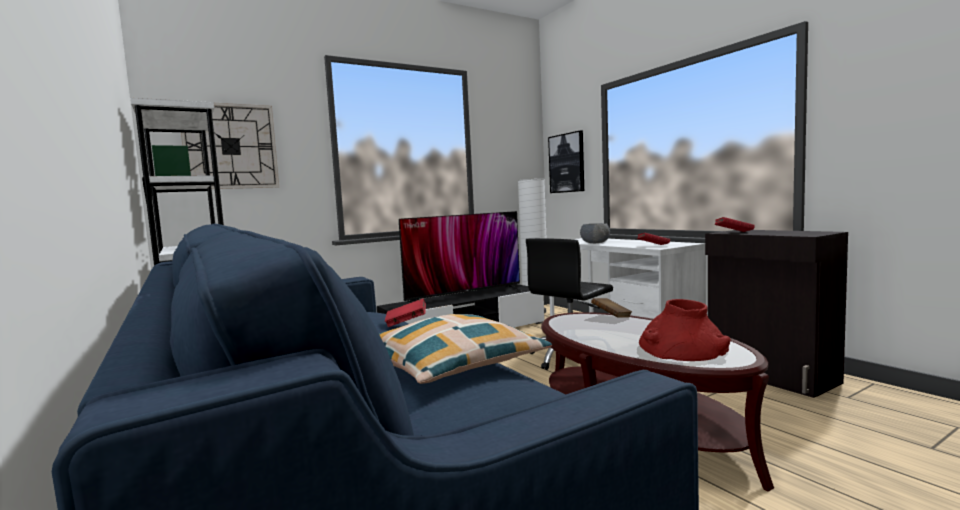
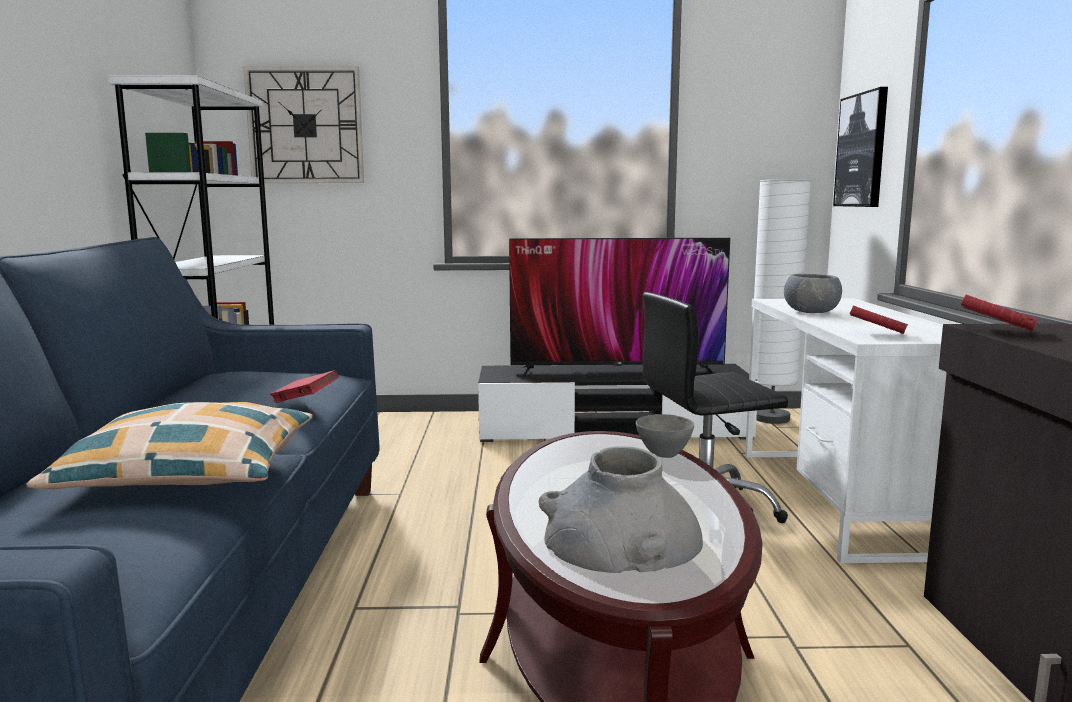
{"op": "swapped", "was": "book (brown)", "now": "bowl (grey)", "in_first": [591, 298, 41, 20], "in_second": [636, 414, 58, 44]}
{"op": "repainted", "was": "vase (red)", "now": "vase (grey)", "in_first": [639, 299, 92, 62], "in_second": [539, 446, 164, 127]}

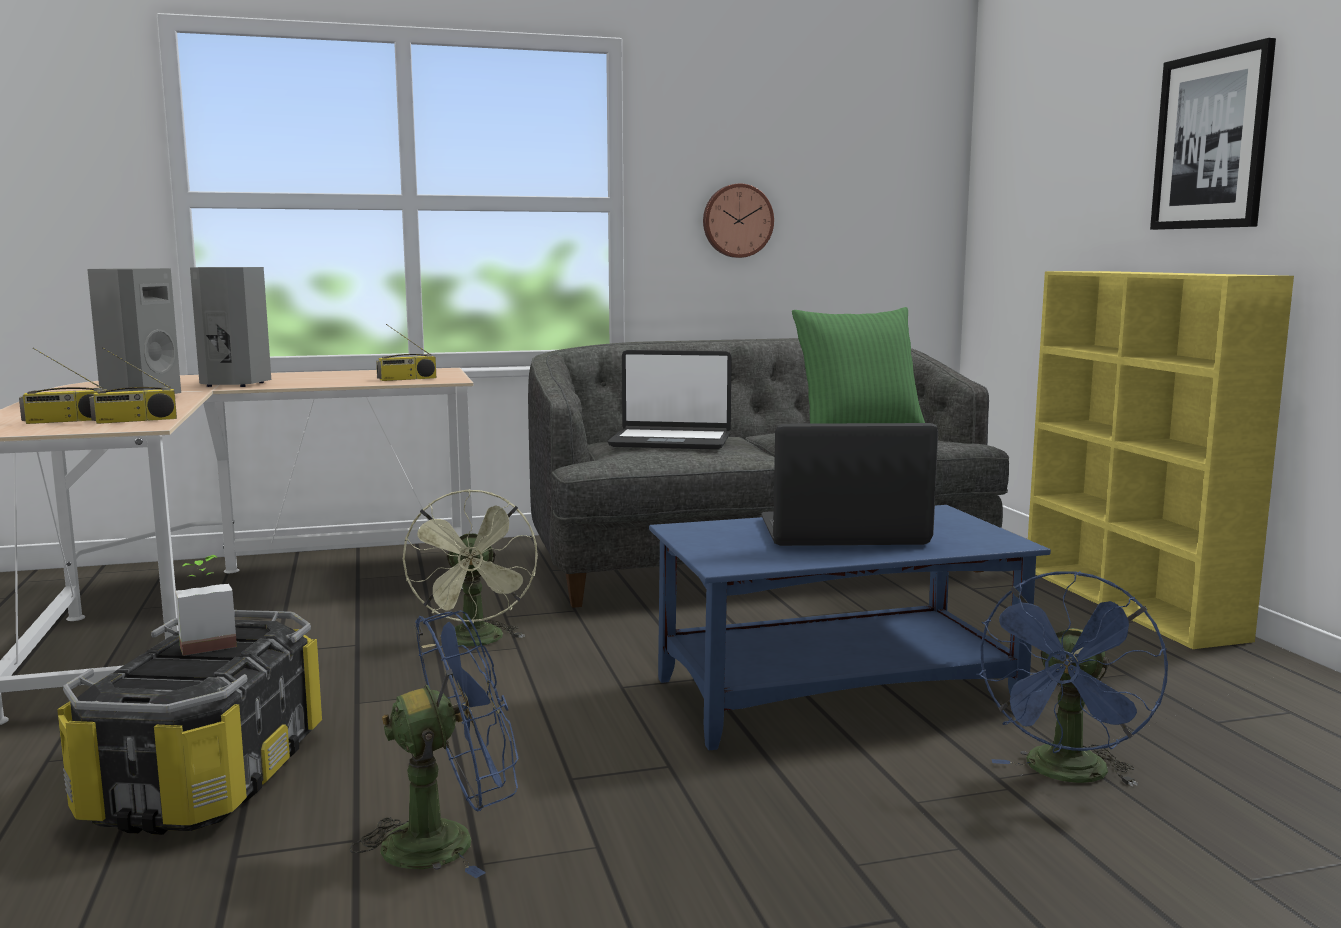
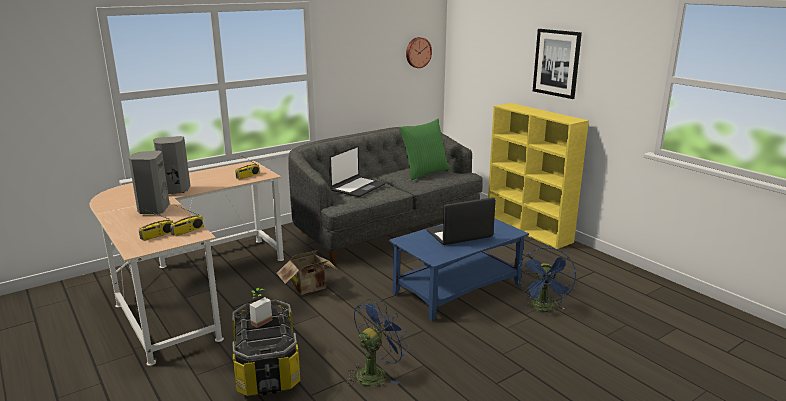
{"op": "shifted", "was": "wall clock", "in_first": [703, 184, 71, 74], "in_second": [406, 37, 26, 31]}
{"op": "rotated", "was": "laptop", "in_first": [607, 350, 125, 100], "in_second": [329, 146, 57, 51], "clockwise": -45}
{"op": "swapped", "was": "fan (green)", "now": "cardboard box", "in_first": [403, 490, 135, 158], "in_second": [277, 250, 61, 45]}

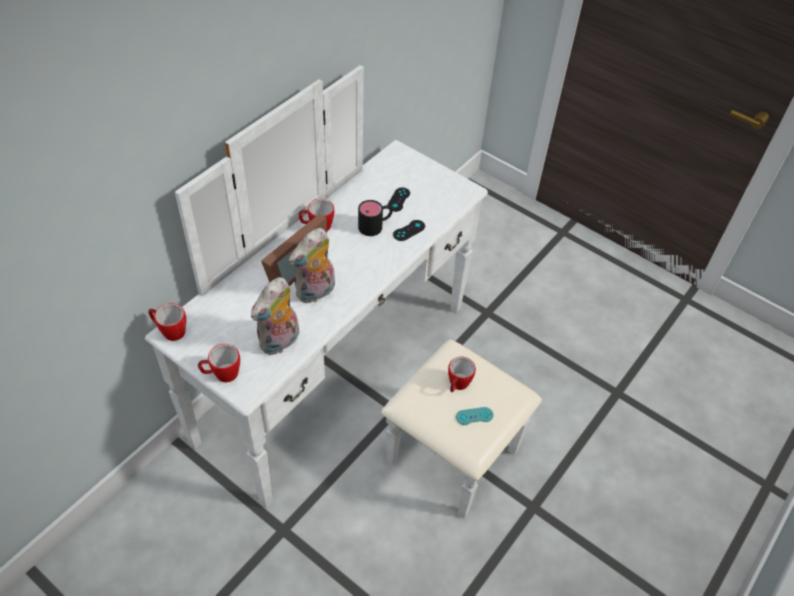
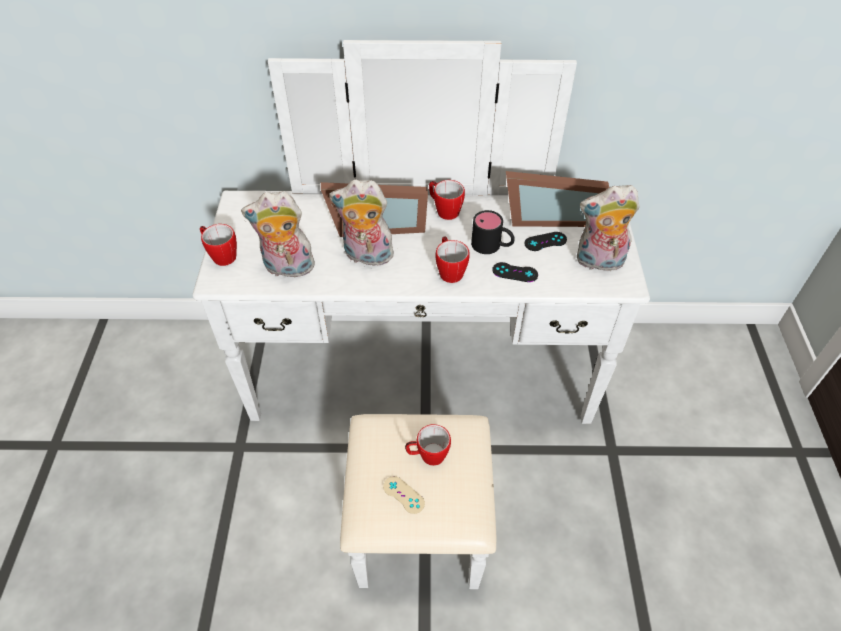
{"op": "shifted", "was": "mug", "in_first": [148, 303, 38, 38], "in_second": [436, 236, 34, 47]}
{"op": "repainted", "was": "game controller (turquoise)", "now": "game controller (beige)", "in_first": [456, 407, 38, 18], "in_second": [383, 476, 42, 38]}
{"op": "new", "now": "picture frame", "in_second": [506, 171, 103, 56]}
{"op": "new", "now": "plush toy", "in_second": [577, 185, 63, 86]}

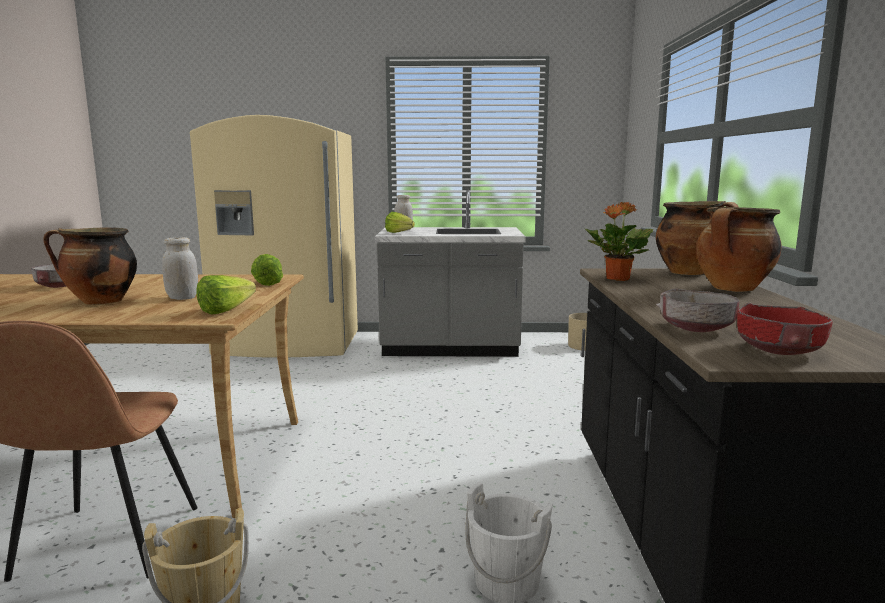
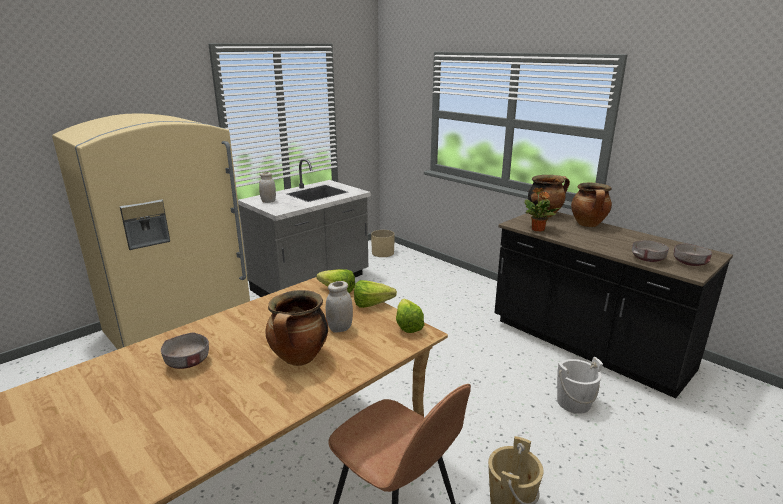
{"op": "shifted", "was": "lettuce", "in_first": [385, 212, 30, 21], "in_second": [354, 280, 43, 28]}
{"op": "repainted", "was": "bowl (red)", "now": "bowl (grey)", "in_first": [737, 302, 96, 53], "in_second": [674, 243, 38, 23]}

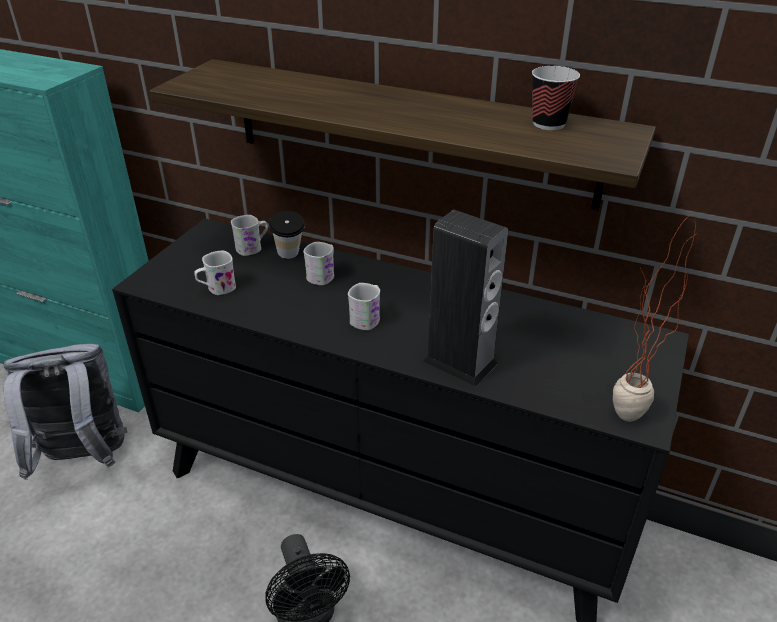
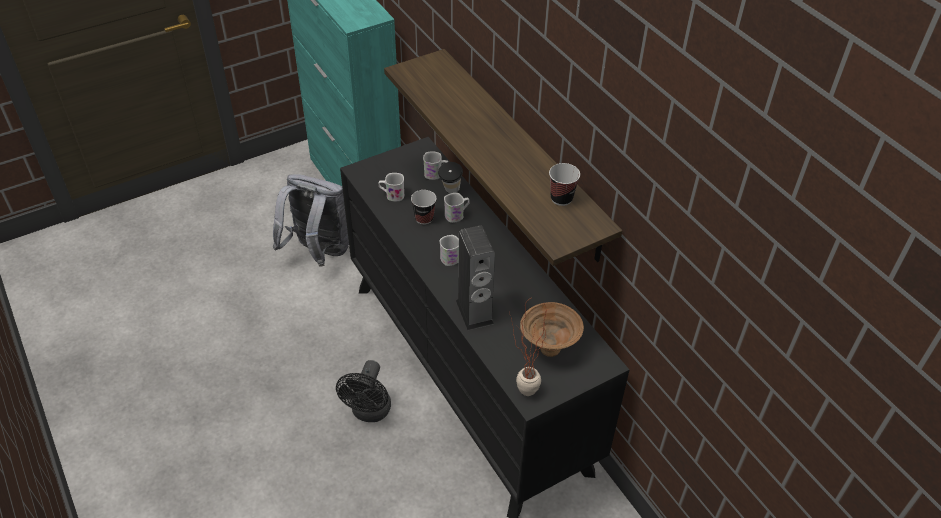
{"op": "new", "now": "cup", "in_second": [411, 190, 25, 35]}
{"op": "new", "now": "bowl (brown)", "in_second": [520, 302, 64, 55]}

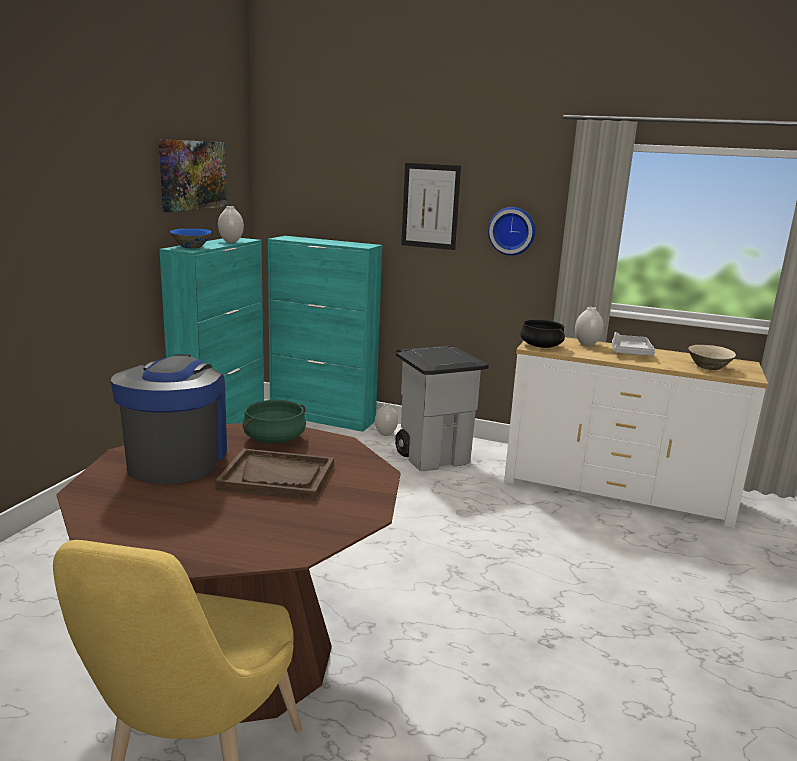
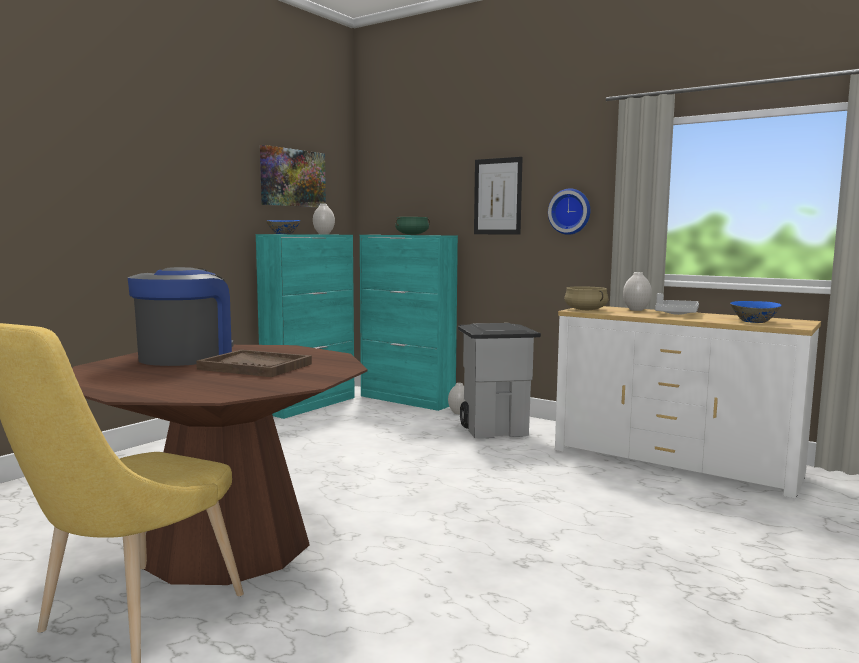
{"op": "repainted", "was": "cooking pot (black)", "now": "cooking pot (beige)", "in_first": [520, 320, 45, 28], "in_second": [564, 286, 45, 24]}
{"op": "repainted", "was": "bowl (beige)", "now": "bowl (blue)", "in_first": [688, 345, 48, 25], "in_second": [730, 301, 52, 22]}
{"op": "shifted", "was": "cooking pot (green)", "in_first": [242, 400, 64, 44], "in_second": [395, 217, 35, 18]}

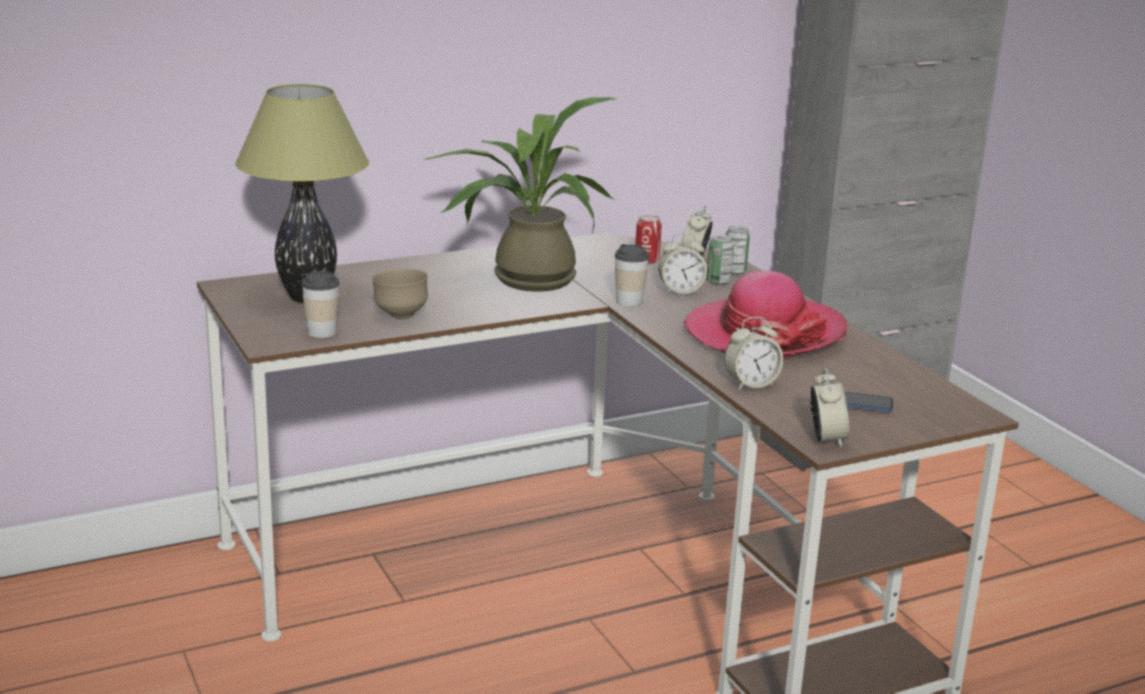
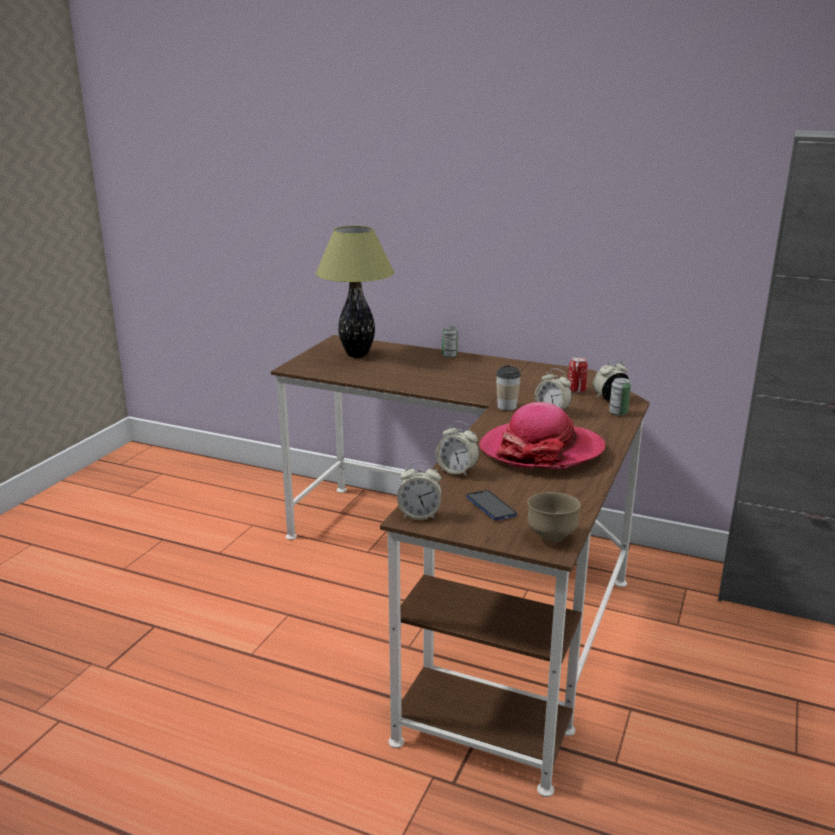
{"op": "gone", "was": "potted plant", "in_first": [423, 97, 193, 195]}
{"op": "shifted", "was": "can", "in_first": [706, 235, 28, 50], "in_second": [442, 326, 16, 32]}
{"op": "shifted", "was": "bowl (brown)", "in_first": [372, 269, 56, 50], "in_second": [527, 492, 54, 50]}
{"op": "gone", "was": "cup", "in_first": [301, 271, 39, 67]}
{"op": "rotated", "was": "alarm clock", "in_first": [810, 367, 39, 81], "in_second": [397, 461, 45, 59], "clockwise": 45}

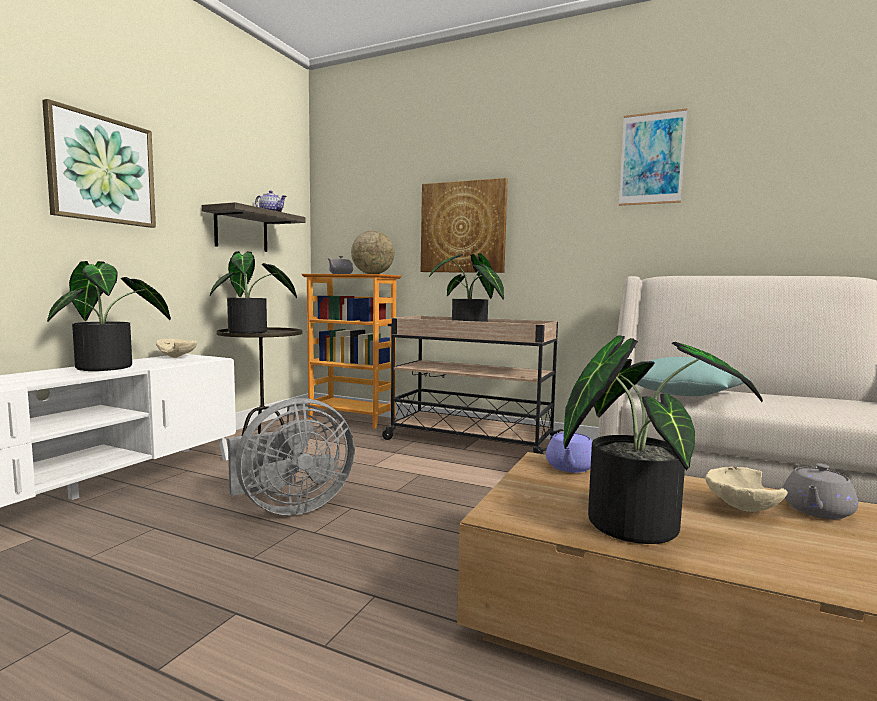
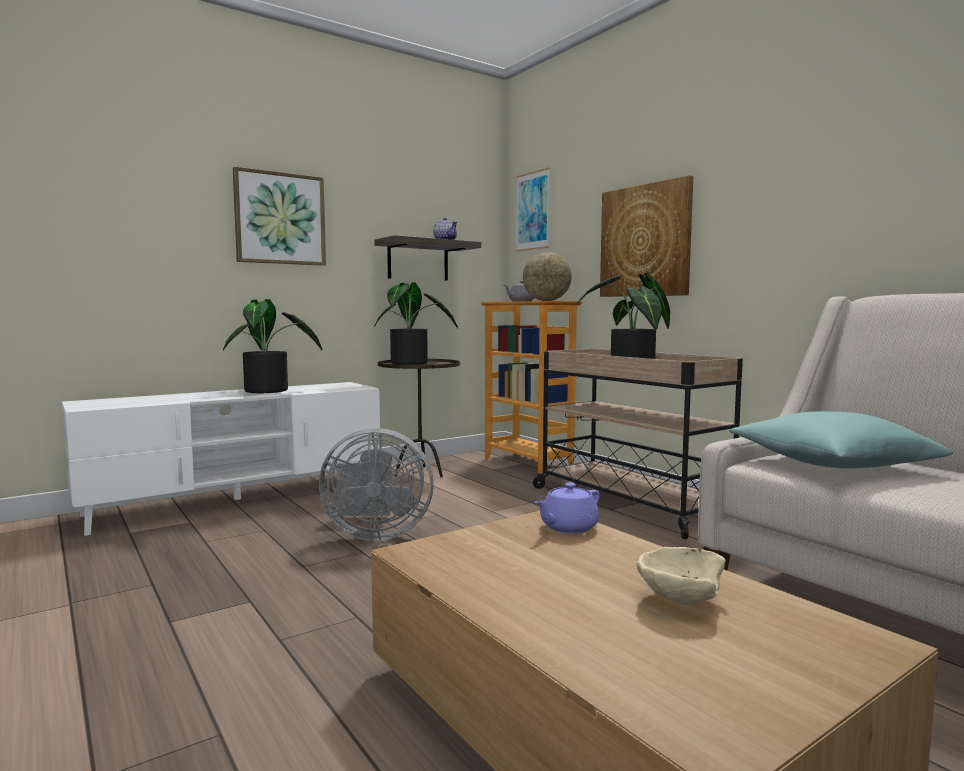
{"op": "shifted", "was": "picture", "in_first": [619, 108, 68, 98], "in_second": [516, 167, 34, 85]}
{"op": "gone", "was": "potted plant", "in_first": [563, 335, 200, 209]}
{"op": "gone", "was": "bowl (beige)", "in_first": [156, 339, 41, 19]}
{"op": "gone", "was": "teapot (grey)", "in_first": [783, 463, 75, 56]}

